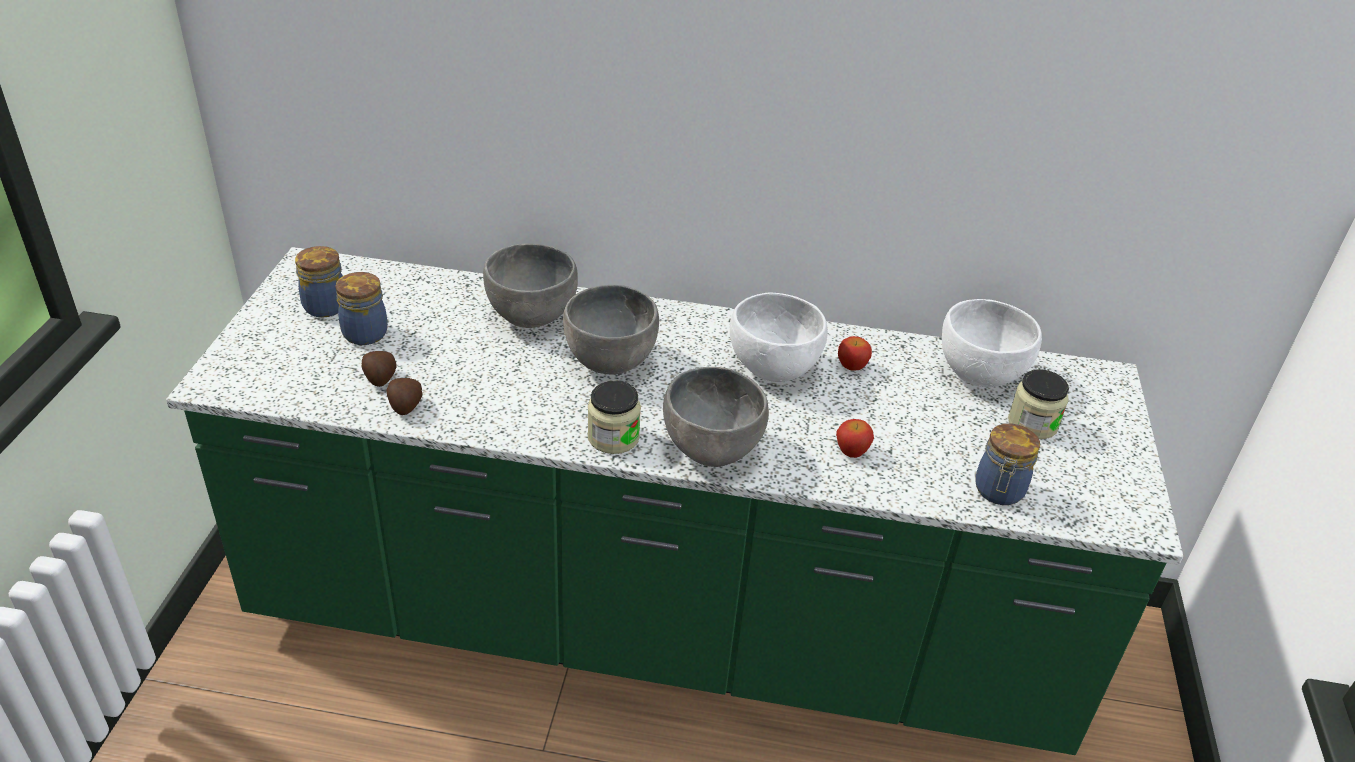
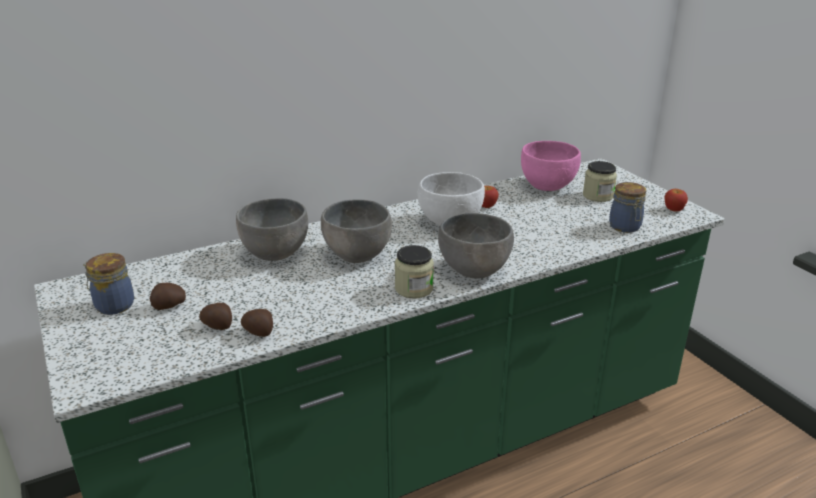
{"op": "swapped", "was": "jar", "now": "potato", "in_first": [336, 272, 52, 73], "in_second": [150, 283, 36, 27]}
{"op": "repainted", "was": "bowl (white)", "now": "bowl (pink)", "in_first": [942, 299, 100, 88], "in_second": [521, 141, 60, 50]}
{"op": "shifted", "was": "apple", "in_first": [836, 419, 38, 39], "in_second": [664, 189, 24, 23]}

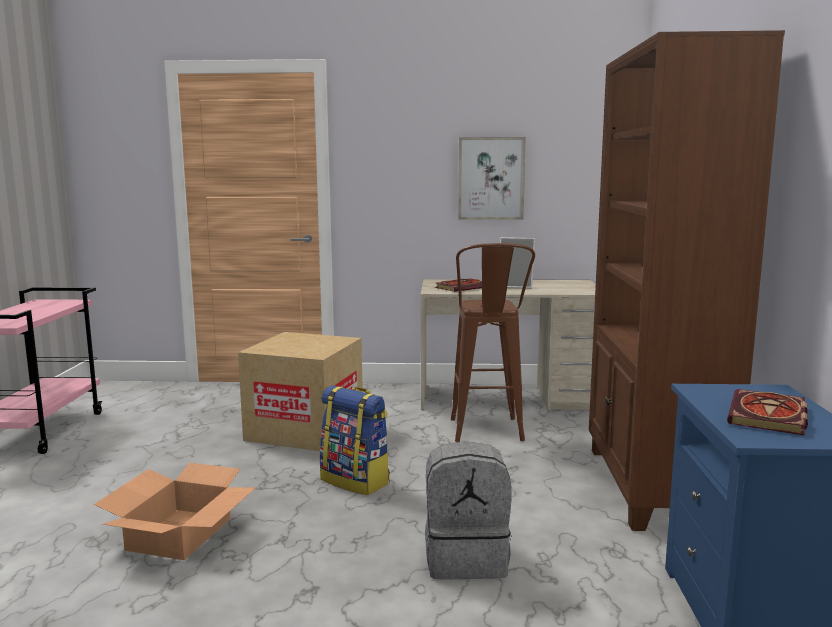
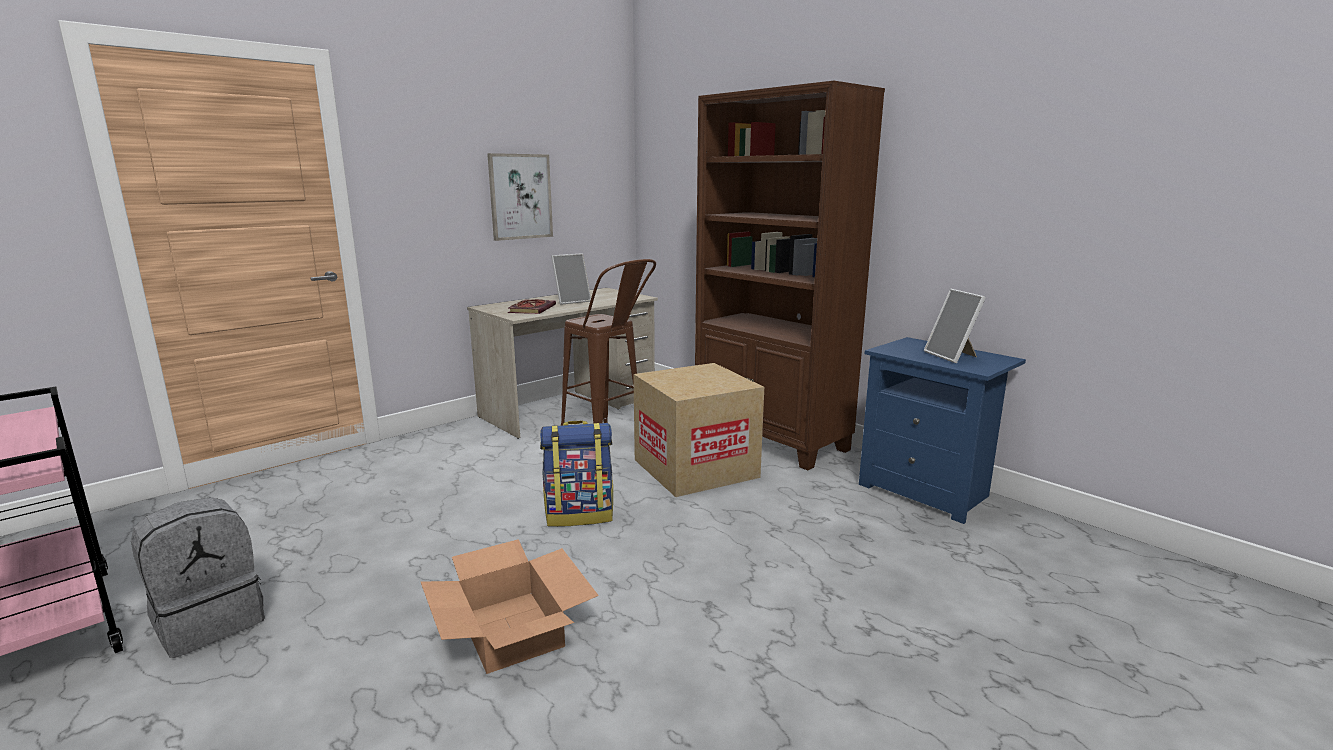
{"op": "shifted", "was": "cardboard box", "in_first": [238, 332, 125, 119], "in_second": [633, 363, 131, 134]}
{"op": "swapped", "was": "book", "now": "picture frame", "in_first": [727, 389, 81, 47], "in_second": [924, 289, 62, 74]}
{"op": "shifted", "was": "backpack (grey)", "in_first": [425, 441, 87, 139], "in_second": [131, 497, 134, 161]}

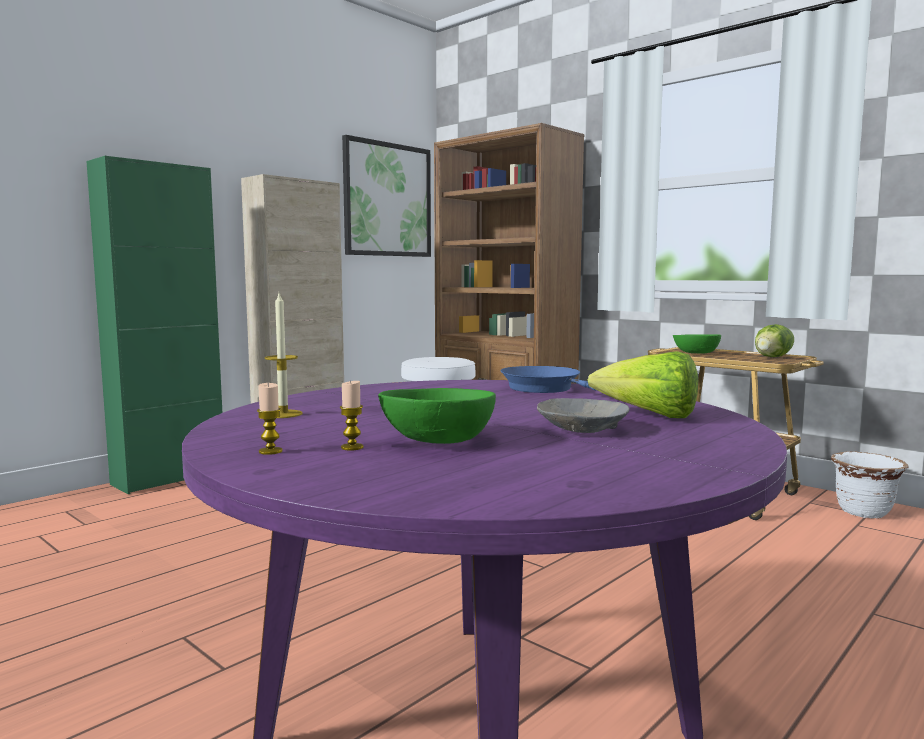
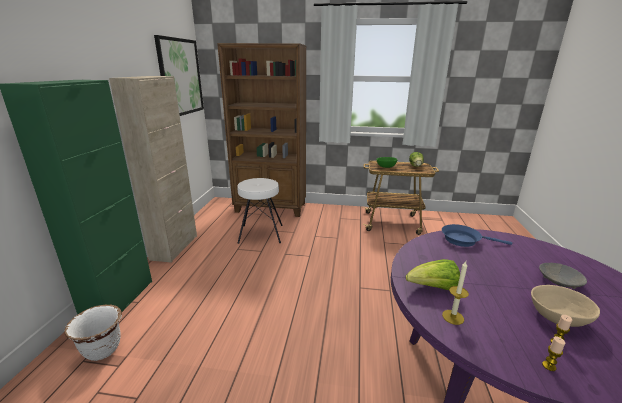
{"op": "shifted", "was": "lettuce", "in_first": [588, 351, 110, 67], "in_second": [406, 259, 54, 31]}
{"op": "repainted", "was": "bowl (green)", "now": "bowl (beige)", "in_first": [378, 388, 118, 56], "in_second": [531, 285, 69, 42]}
{"op": "shifted", "was": "planter (white)", "in_first": [831, 451, 78, 68], "in_second": [64, 305, 58, 56]}

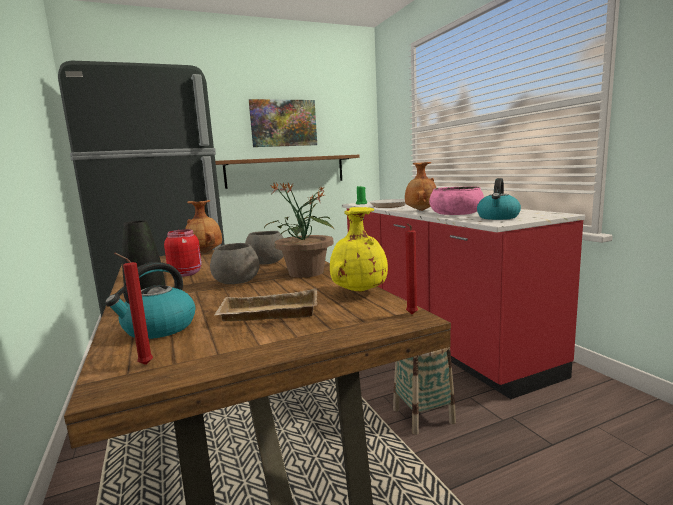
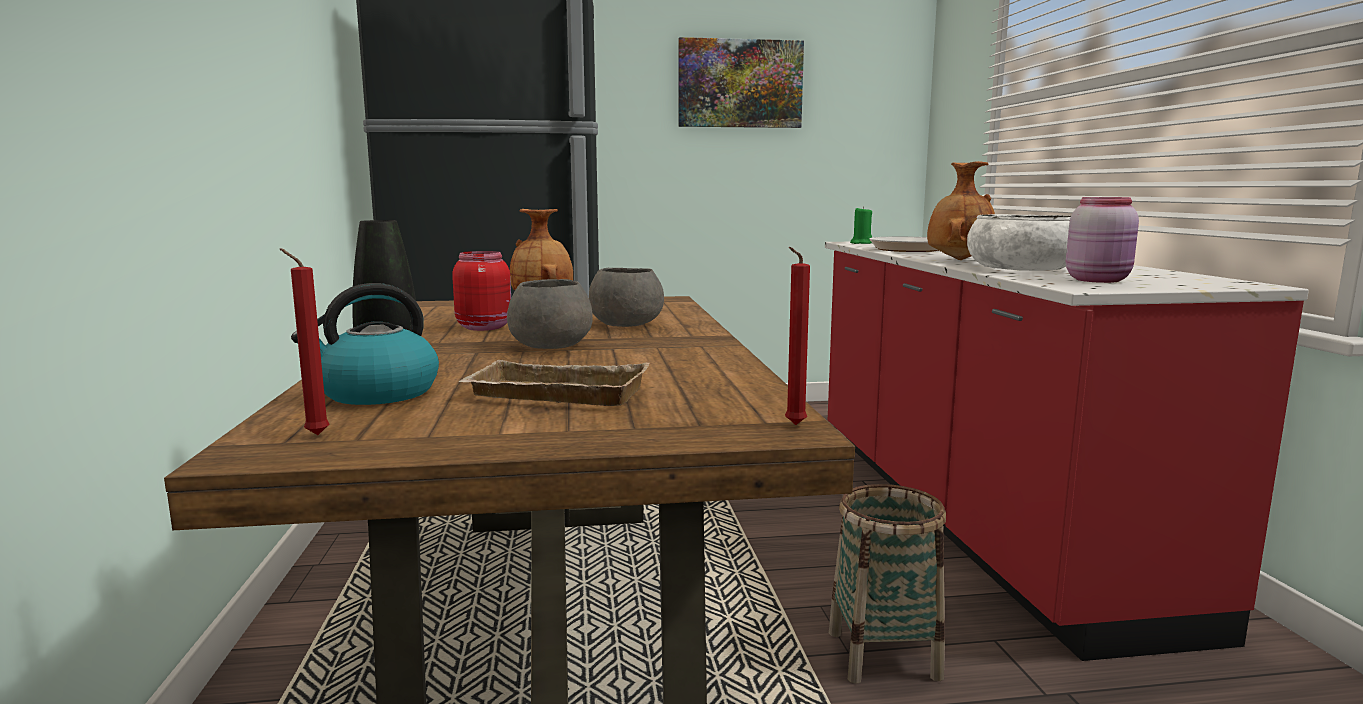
{"op": "gone", "was": "shelf (brown)", "in_first": [215, 155, 145, 34]}
{"op": "swapped", "was": "kettle", "now": "jar (pink)", "in_first": [477, 178, 44, 42], "in_second": [1066, 197, 73, 86]}
{"op": "gone", "was": "potted plant", "in_first": [264, 183, 71, 95]}
{"op": "repainted", "was": "bowl (pink)", "now": "bowl (white)", "in_first": [429, 186, 55, 29], "in_second": [967, 214, 104, 57]}
{"op": "gone", "was": "vase (yellow)", "in_first": [330, 207, 58, 85]}

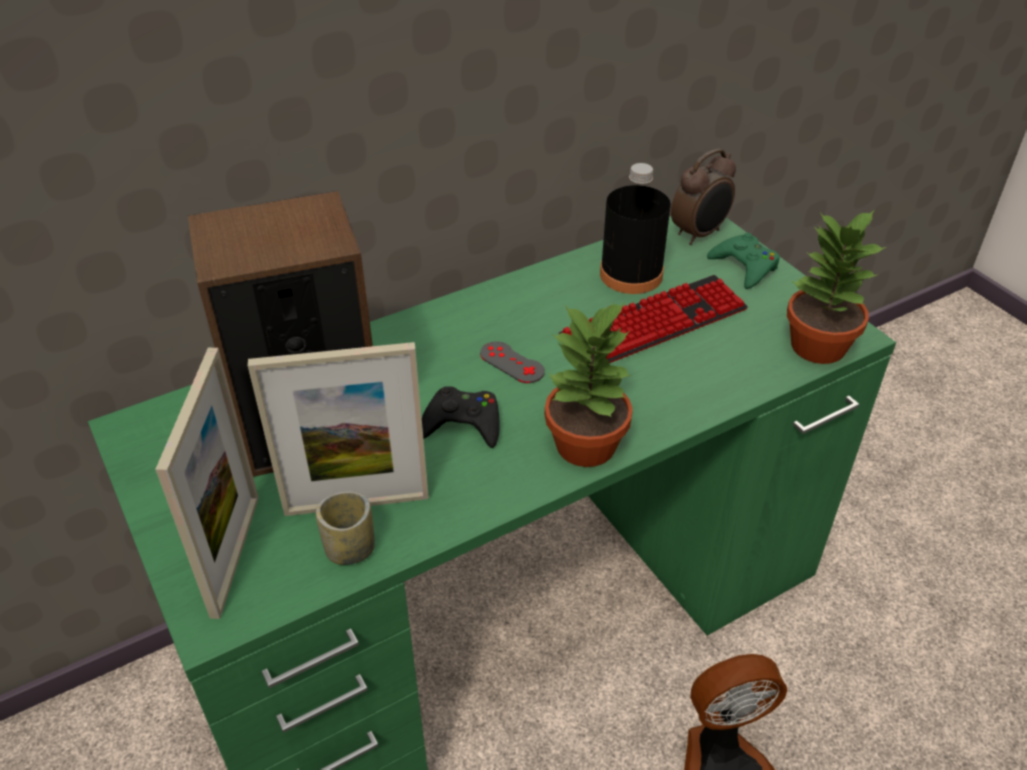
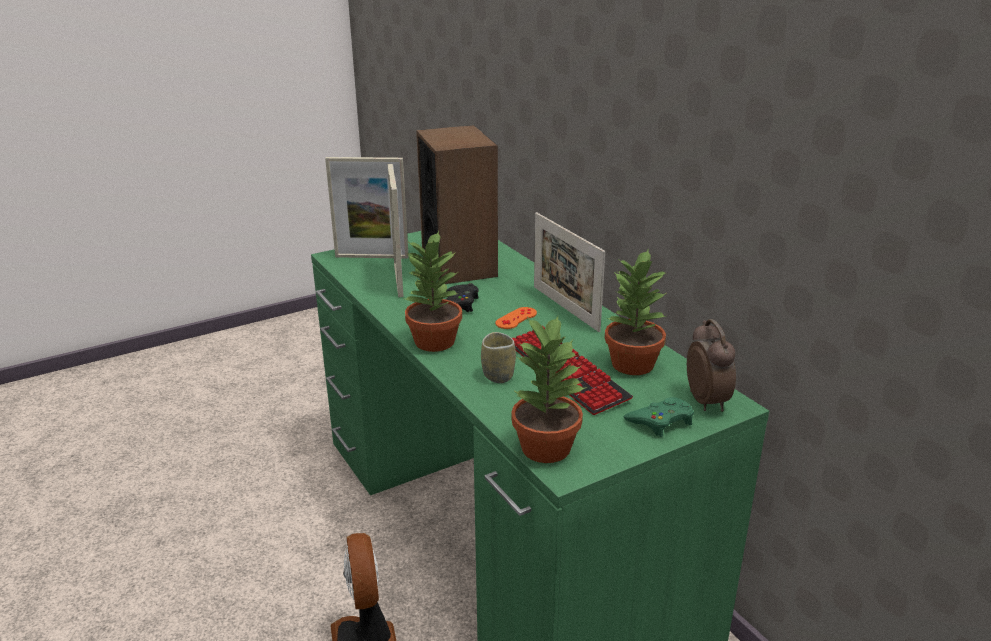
{"op": "rotated", "was": "alarm clock", "in_first": [671, 148, 65, 97], "in_second": [687, 319, 49, 93], "clockwise": -150}
{"op": "swapped", "was": "bottle (black)", "now": "potted plant", "in_first": [600, 163, 71, 131], "in_second": [605, 248, 61, 127]}
{"op": "repainted", "was": "game controller (grey)", "now": "game controller (orange)", "in_first": [480, 341, 65, 42], "in_second": [495, 307, 42, 22]}
{"op": "shifted", "was": "cup", "in_first": [316, 491, 59, 74], "in_second": [481, 332, 35, 51]}
{"op": "new", "now": "picture frame", "in_second": [534, 212, 71, 120]}

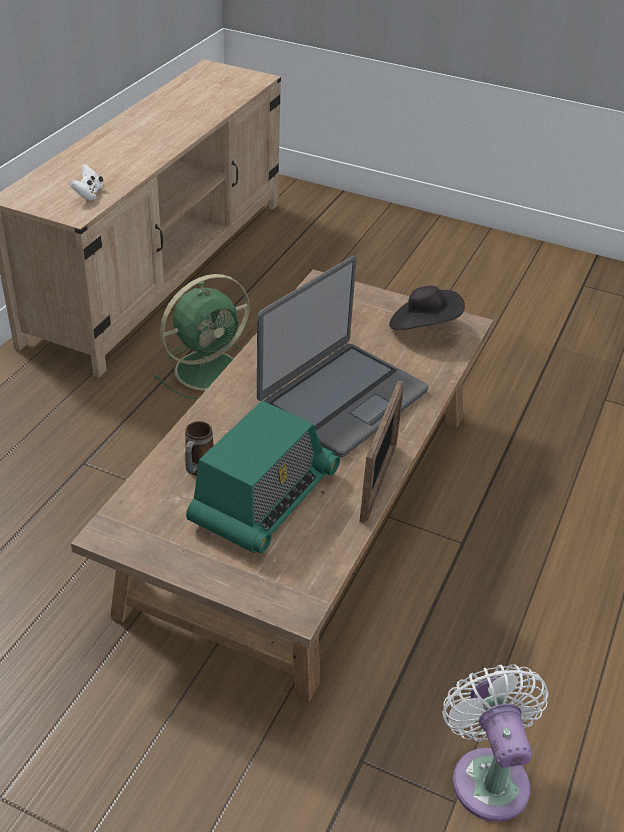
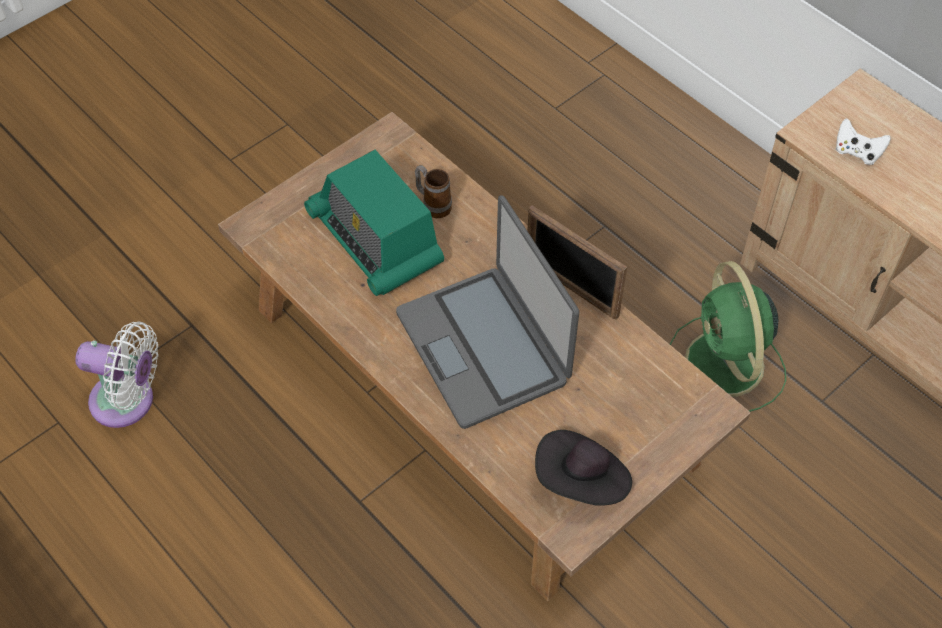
{"op": "shifted", "was": "picture frame", "in_first": [360, 381, 44, 142], "in_second": [527, 205, 100, 115]}

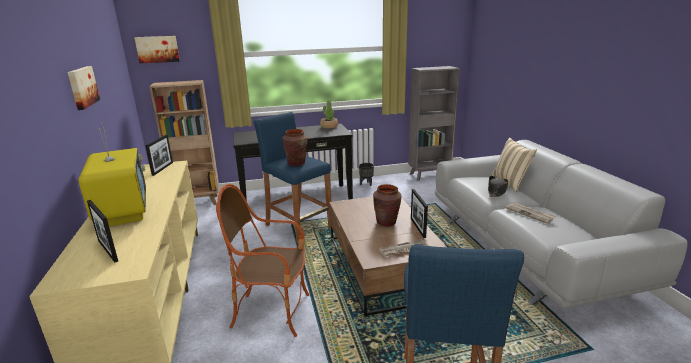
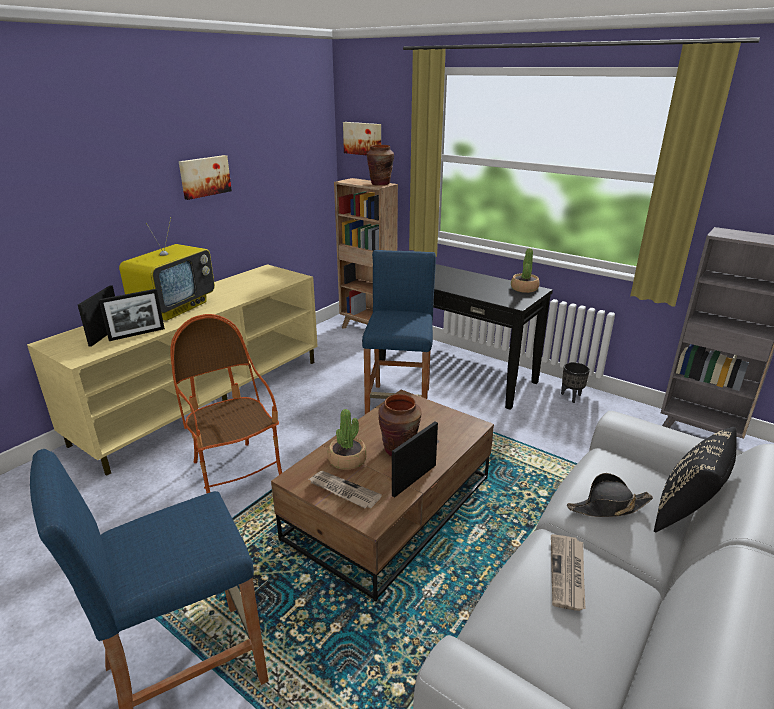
{"op": "shifted", "was": "vase (brown)", "in_first": [282, 129, 26, 37], "in_second": [367, 145, 27, 41]}
{"op": "shifted", "was": "picture frame", "in_first": [145, 135, 28, 41], "in_second": [99, 289, 66, 52]}
{"op": "repainted", "was": "pillow (beige)", "now": "pillow (black)", "in_first": [492, 138, 45, 54], "in_second": [654, 427, 83, 105]}
{"op": "new", "now": "potted plant", "in_second": [328, 409, 39, 61]}

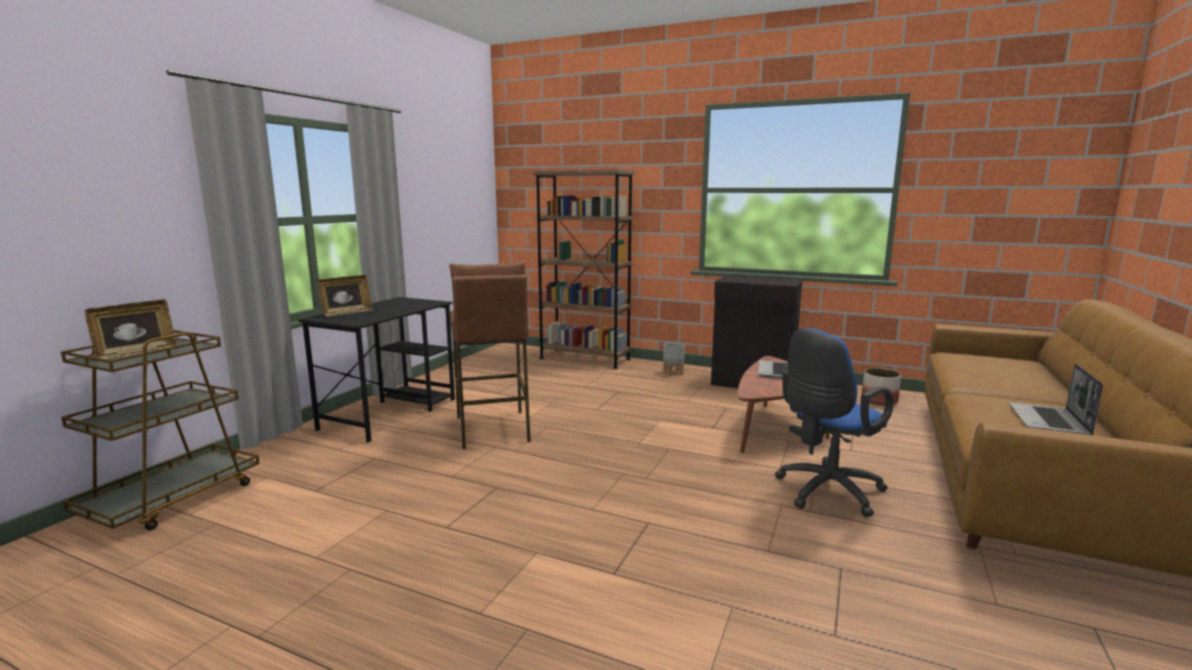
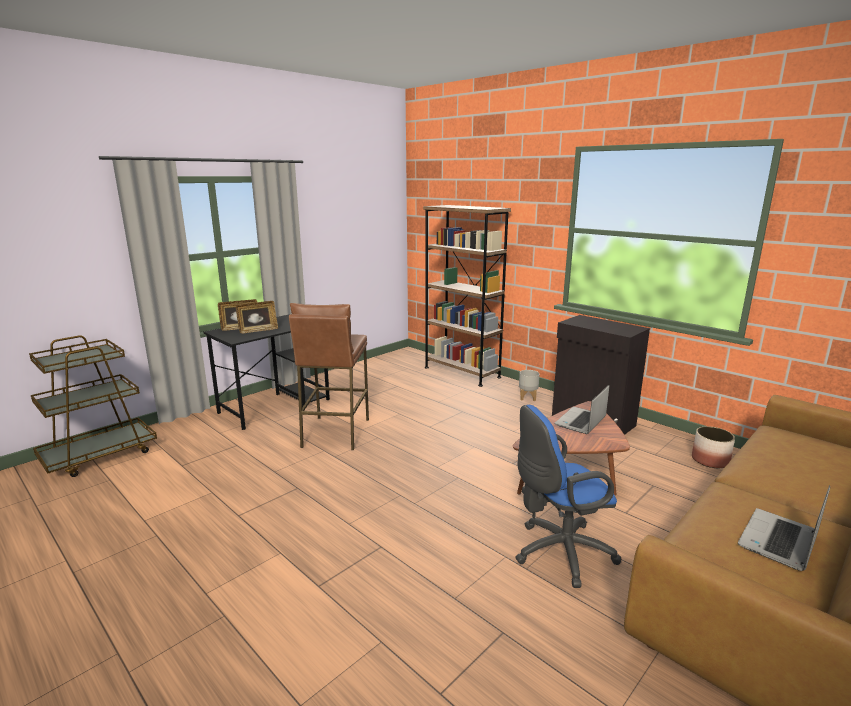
{"op": "shifted", "was": "picture frame", "in_first": [85, 300, 93, 59], "in_second": [236, 301, 42, 32]}

